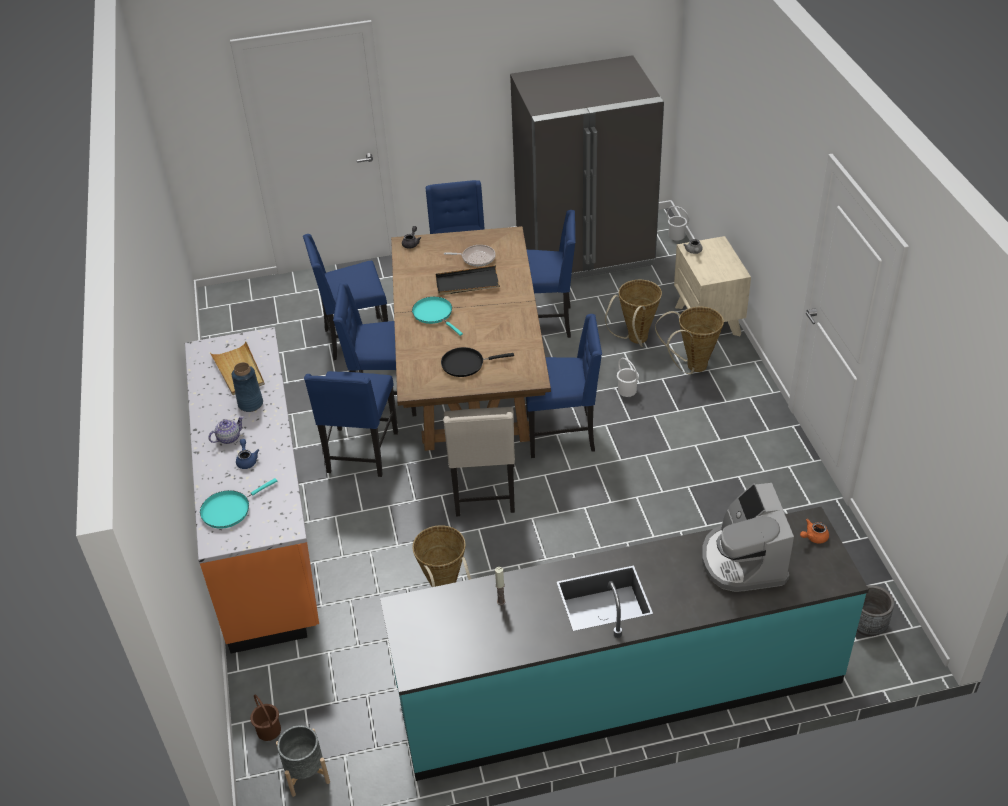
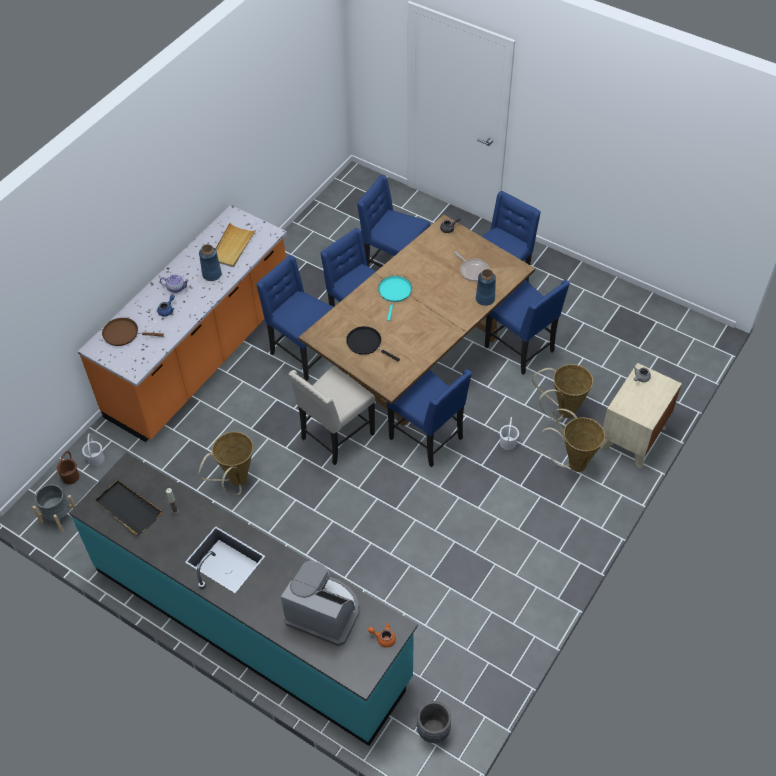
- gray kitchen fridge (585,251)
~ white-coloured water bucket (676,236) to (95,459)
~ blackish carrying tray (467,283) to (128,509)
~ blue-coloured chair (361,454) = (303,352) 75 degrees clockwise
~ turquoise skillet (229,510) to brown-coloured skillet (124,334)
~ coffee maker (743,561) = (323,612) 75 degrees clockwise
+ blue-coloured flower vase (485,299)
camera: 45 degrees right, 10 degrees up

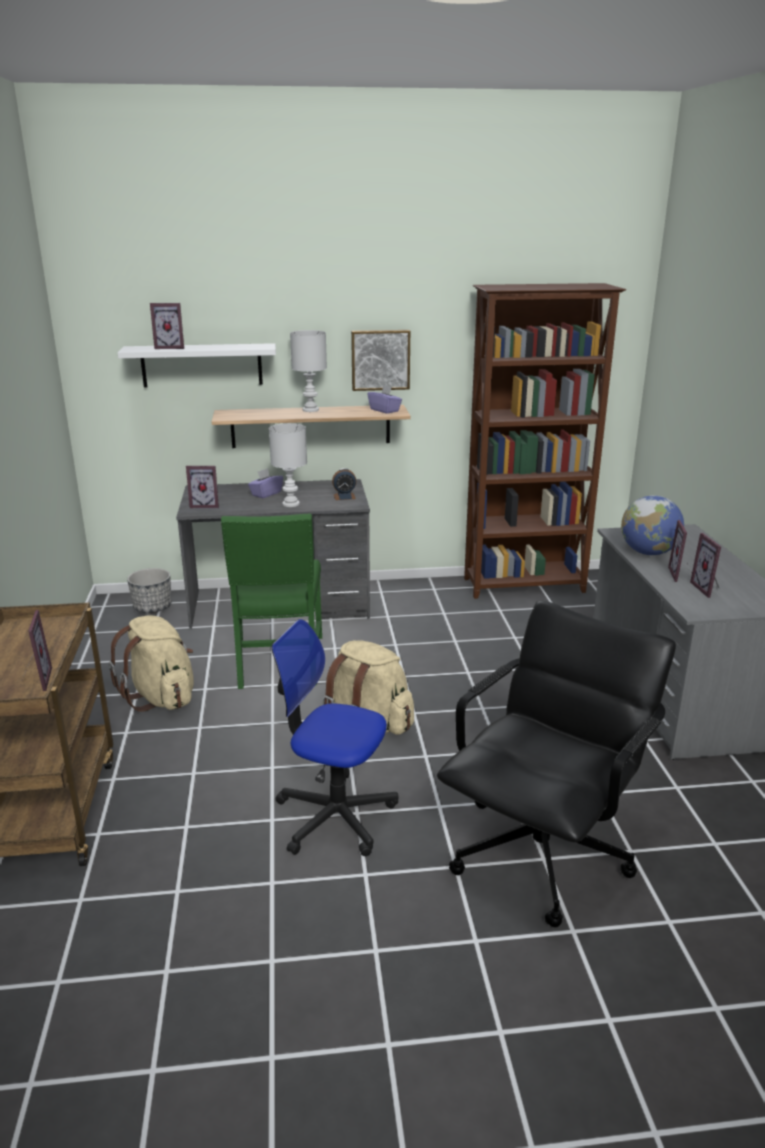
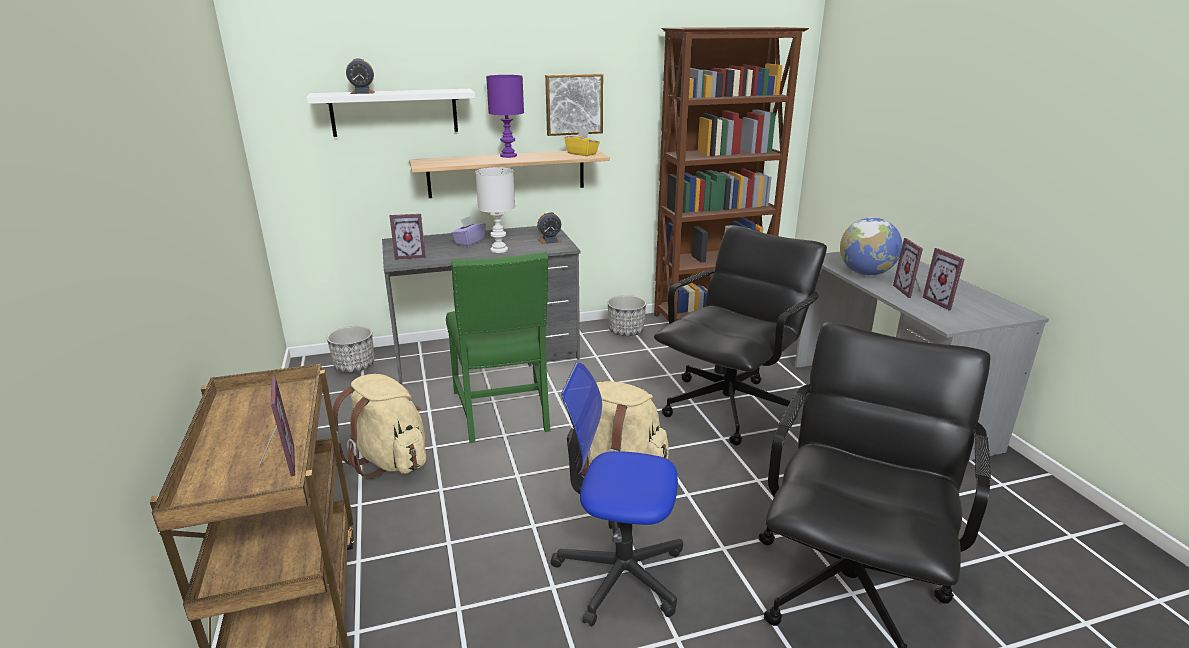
~ standing frame (170,347) to alarm clock (362,92)
~ white-coloured table lamp (310,410) to purple table lamp (508,156)
~ purple tissue holder (385,410) to yellow-coloured tissue holder (582,154)
+ blackish computer chair (729,407)
+ planter (626,332)
camera: 10 degrees left, 0 degrees up

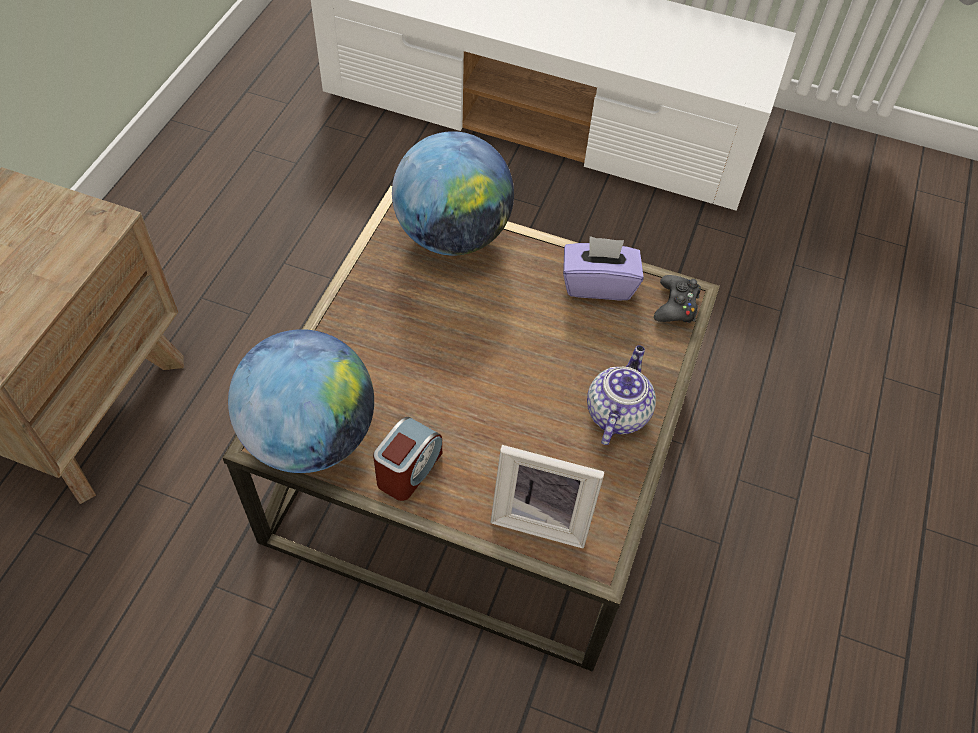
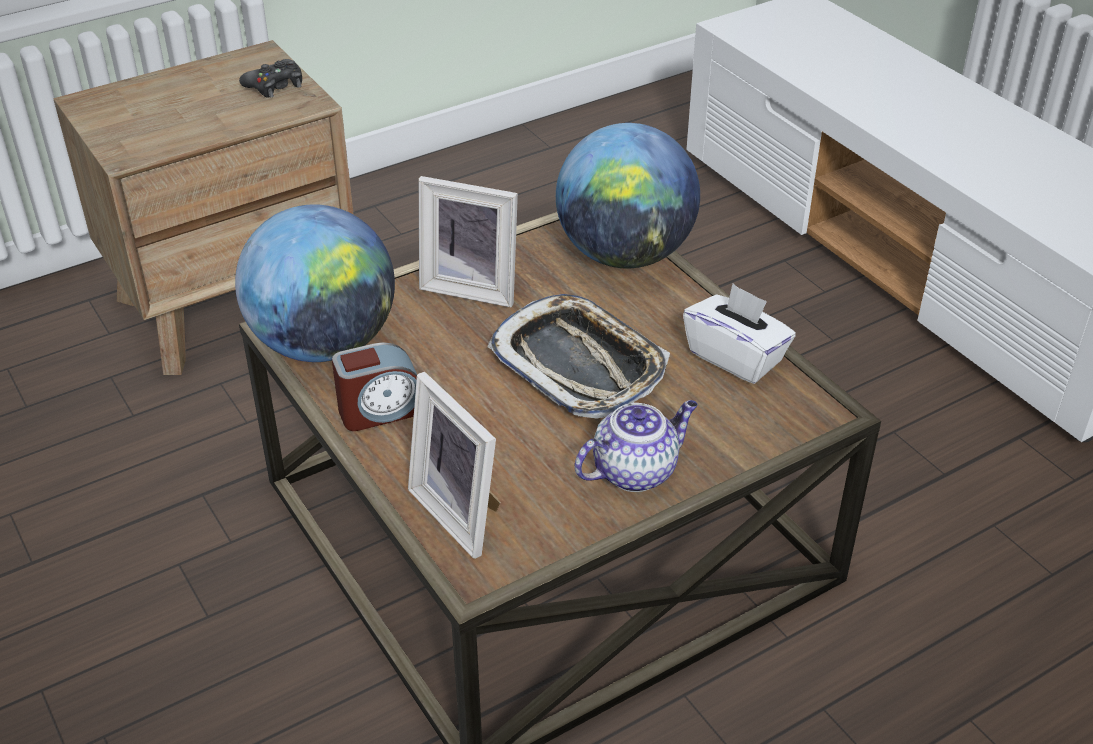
~ purple tissue holder (598,284) to white-coloured tissue holder (736,357)
~ blackish joypad (676,305) to (275,85)
+ standing frame (472,286)
+ carrying tray (579,364)
camera: 40 degrees right, 15 degrees down

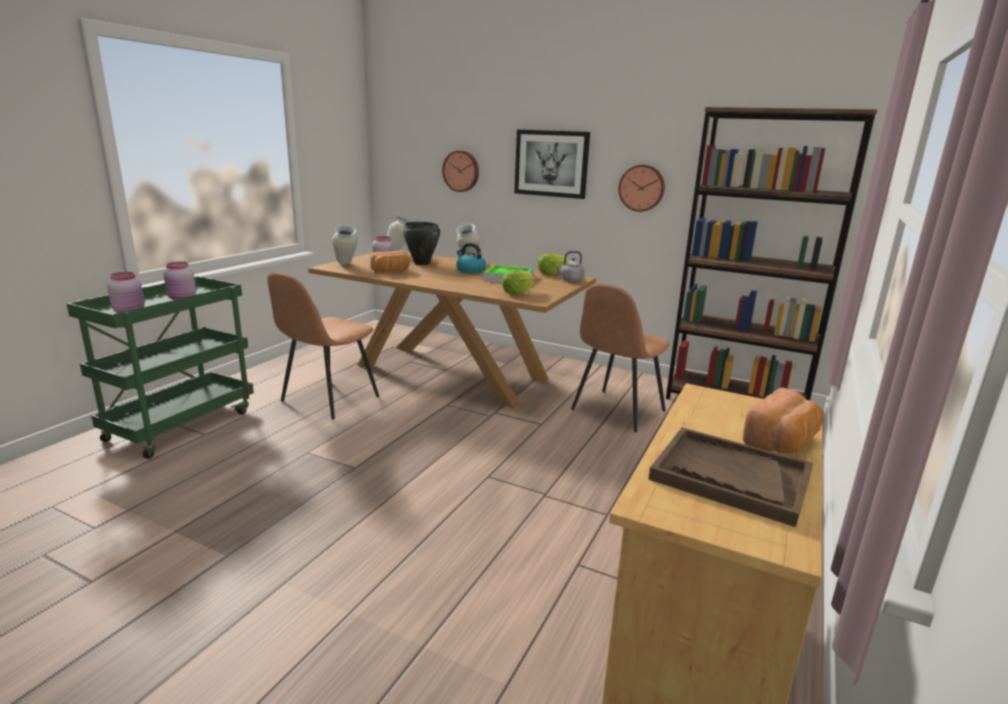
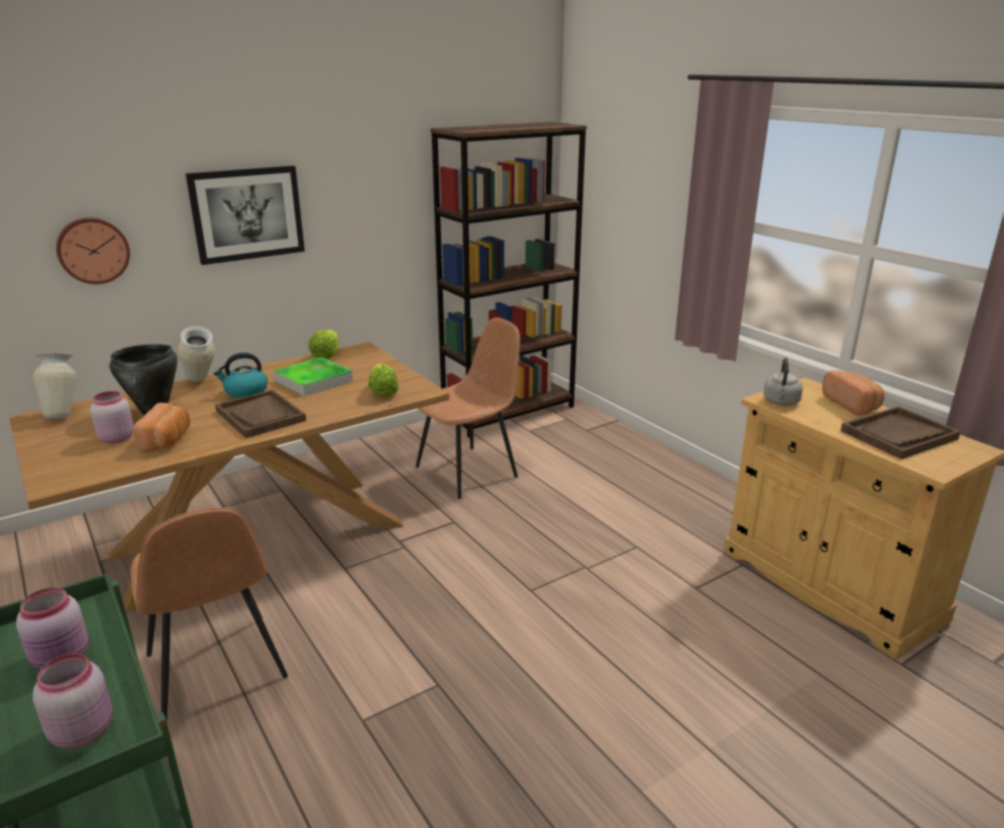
- hanging clock (642,188)
- flower vase (346,266)
~ gray water kettle (570,280) to (781,403)
~ brown-coloured chair (616,411) = (468,471) 105 degrees counterclockwise
+ brown-coloured carrying tray (261,416)
camera: 60 degrees left, 5 degrees up

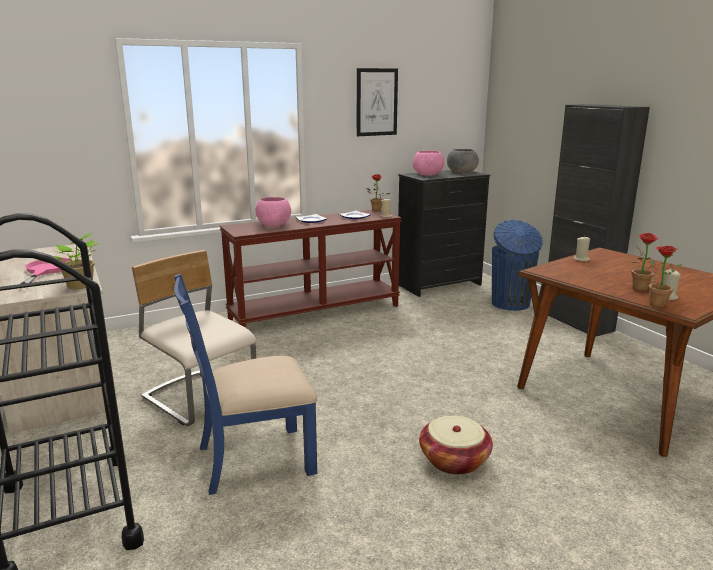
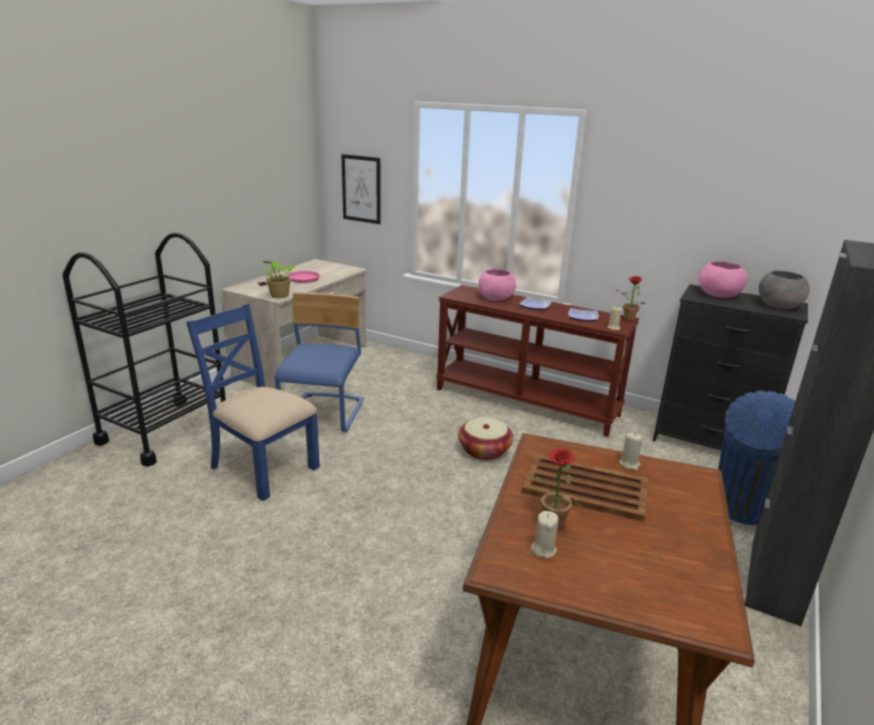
~ picture (376,102) to (361,189)
- plant in a pot (654,304)
~ sand-coloured chair (200,398) to blue-coloured chair (324,414)
~ basket (454,460) to (484,450)
+ brown-coloured carrying tray (584,487)
camera: 55 degrees right, 5 degrees up

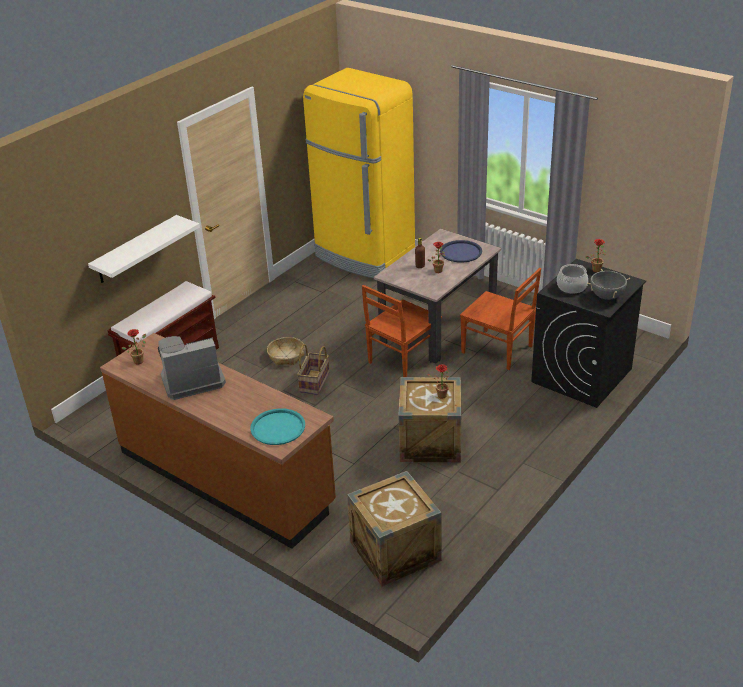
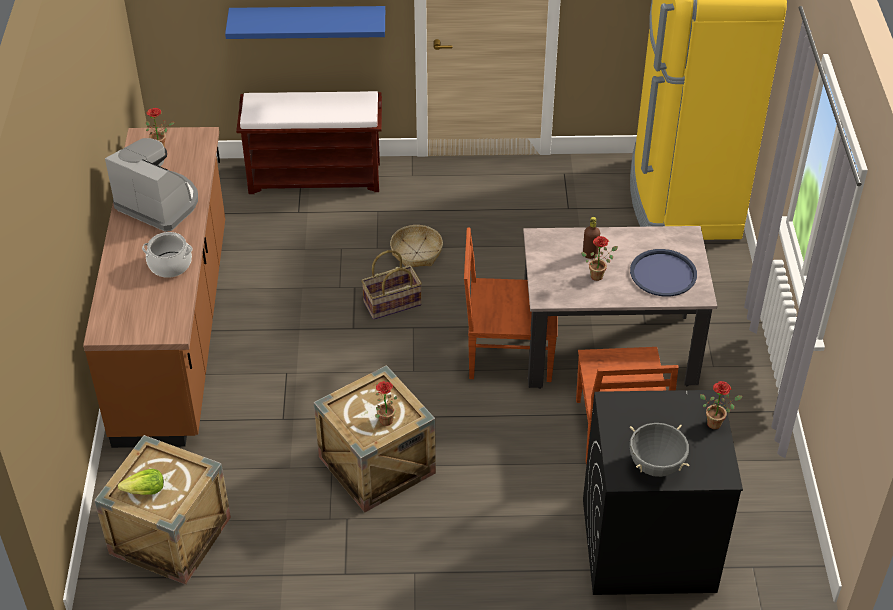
~ white-coloured shelf (136,249) to blue-coloured shelf (308,21)
~ cooking pot (572,287) to (170,265)
- turquoise carrying tray (278,427)
+ lettuce head (145,491)
camera: 50 degrees right, 10 degrees up

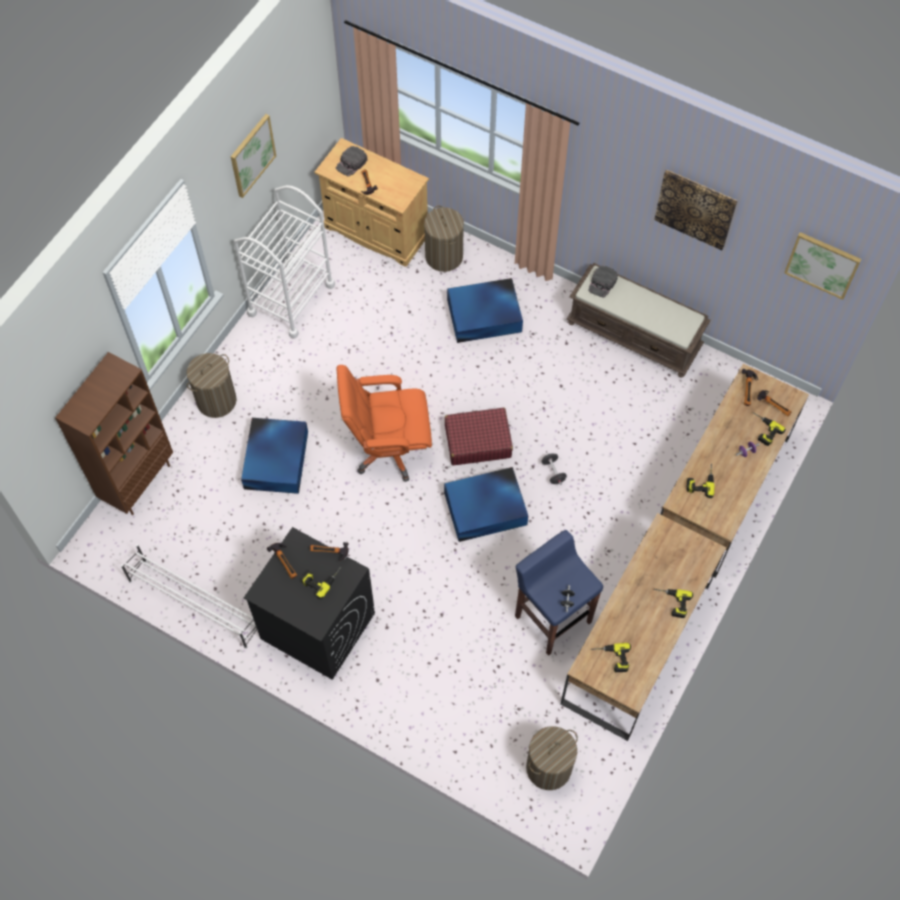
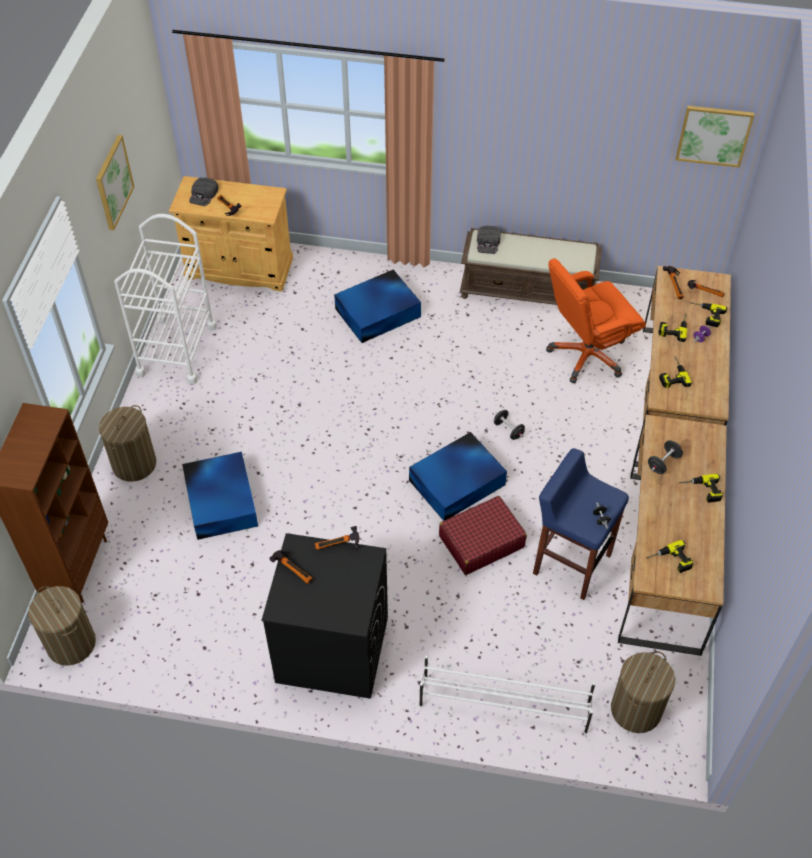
- picture (695,209)
~ hamper (444,256) to (71,643)
~ orange-coloured computer chair (389,449) to (587,355)
~ red-coloured suitcase (477,441) to (481,541)
~ white-coloured shoe stand (194,603) to (503,705)
~ electric drill (321,578) to (673,327)
+ blackish free weight (663,463)
camera: 20 degrees left, 10 degrees down

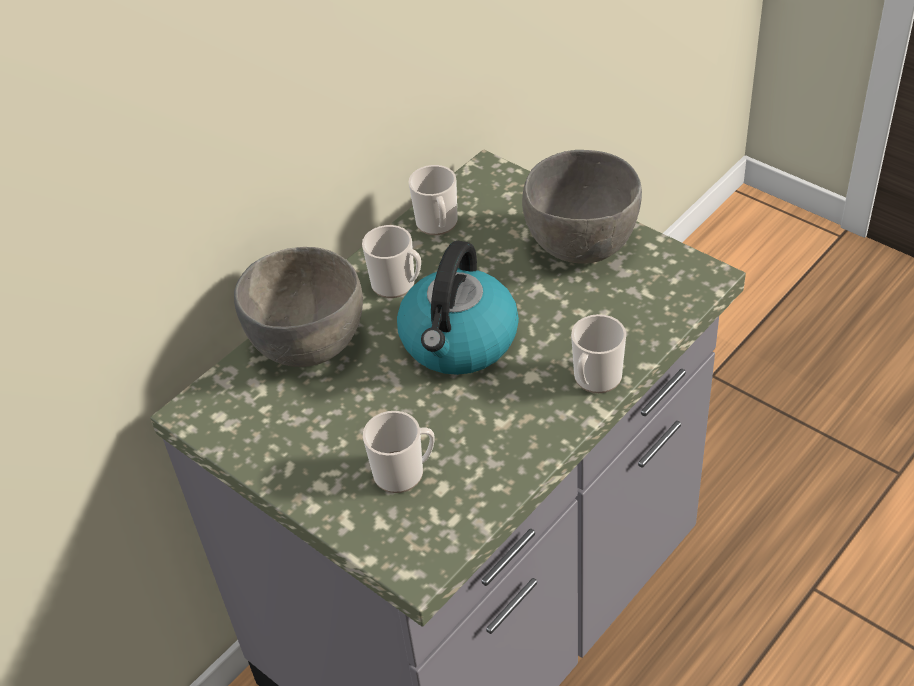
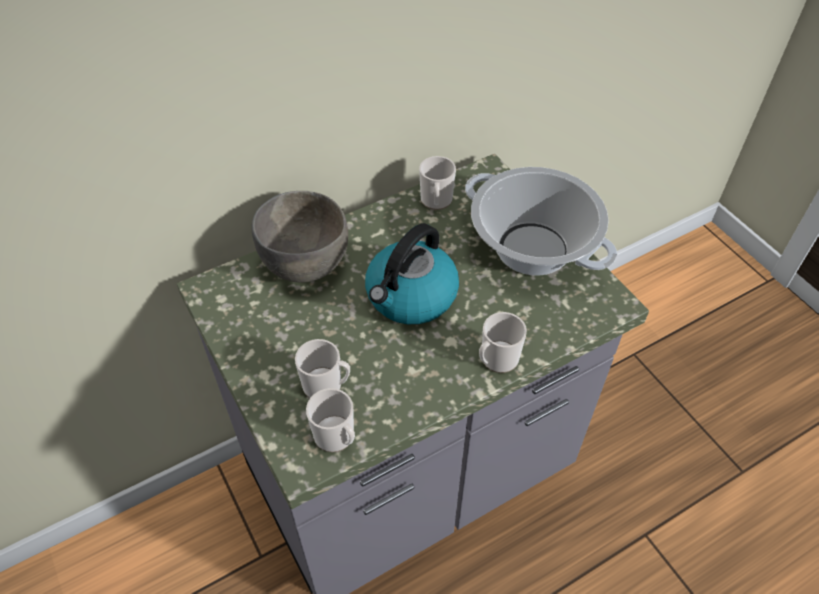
~ gray serving bowl (580,245) to cooking pot (532,249)
~ tea mug (397,284) to (337,438)
camera: 15 degrees right, 5 degrees up

